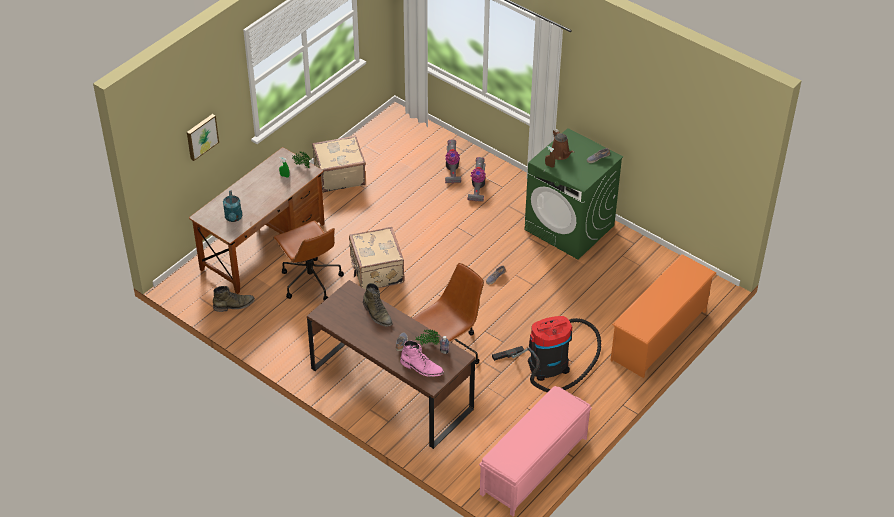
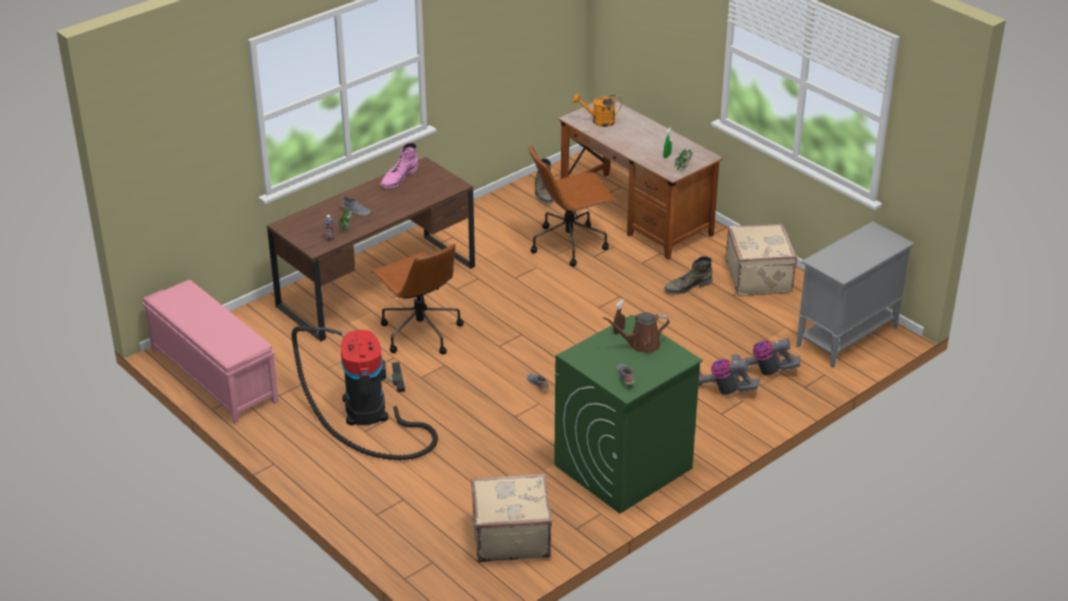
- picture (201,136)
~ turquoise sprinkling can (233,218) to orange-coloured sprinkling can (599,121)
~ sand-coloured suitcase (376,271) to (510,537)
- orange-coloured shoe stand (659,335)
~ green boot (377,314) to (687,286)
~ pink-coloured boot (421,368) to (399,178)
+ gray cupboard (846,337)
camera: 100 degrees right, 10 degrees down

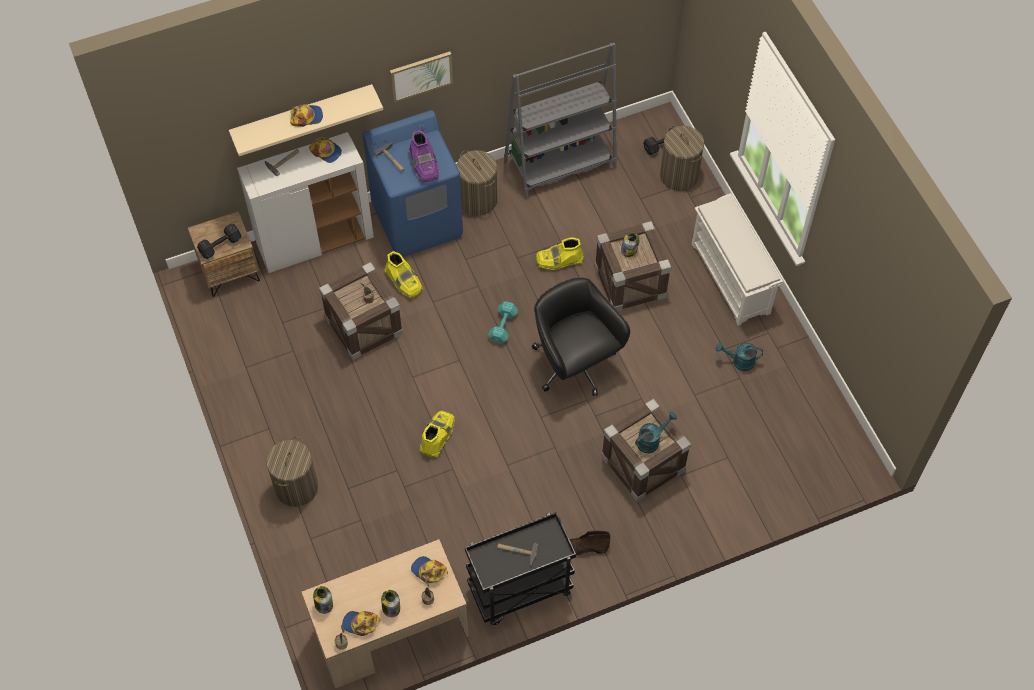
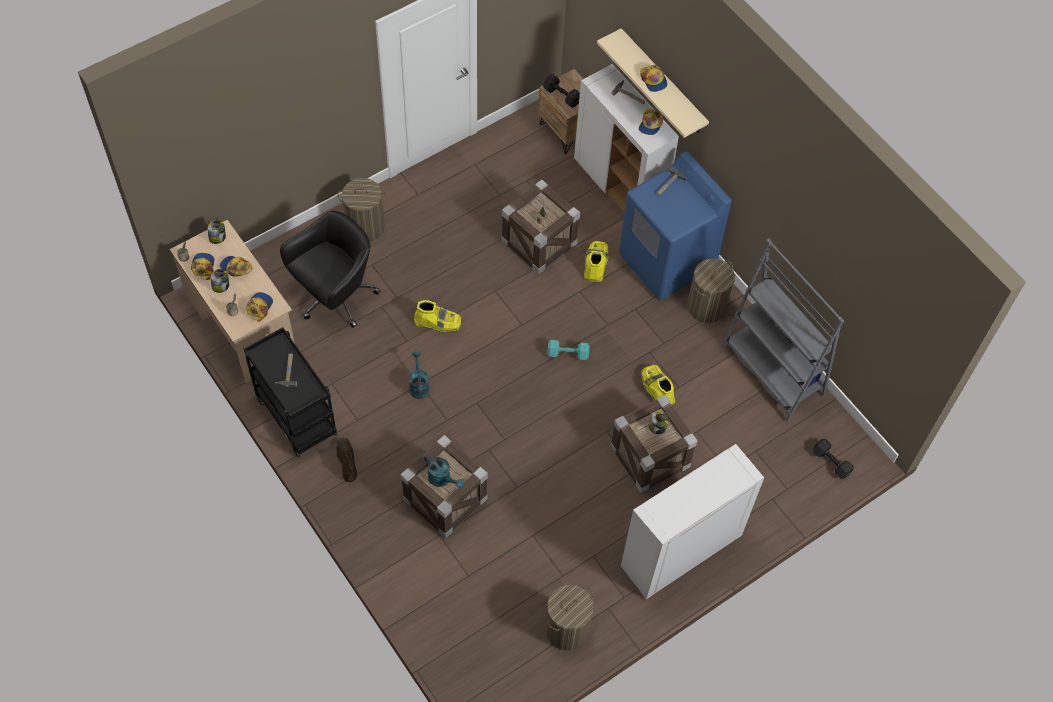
- picture (421,75)
~ hamper (679,176) to (566,629)
- purple boot (424,165)
~ white-coloured shoe stand (731,279) to white-coloured cupboard (681,552)
~ yellow-coloured boot (404,281) = (595,264) 150 degrees clockwise
~ blackish computer chair (574,365) to (335,297)
~ turquoise sprinkling can (739,361) to (418,385)
+ peaked cap (235,267)
camera: 75 degrees right, 0 degrees up

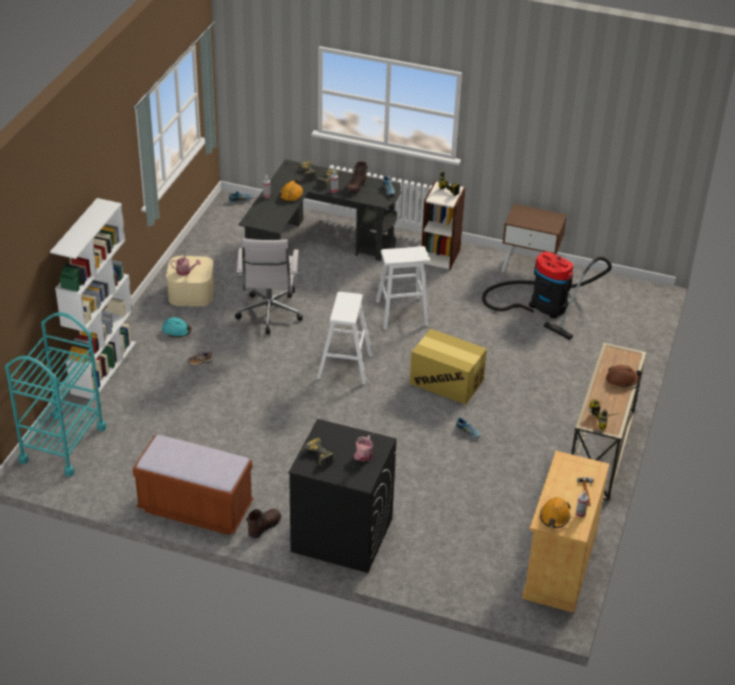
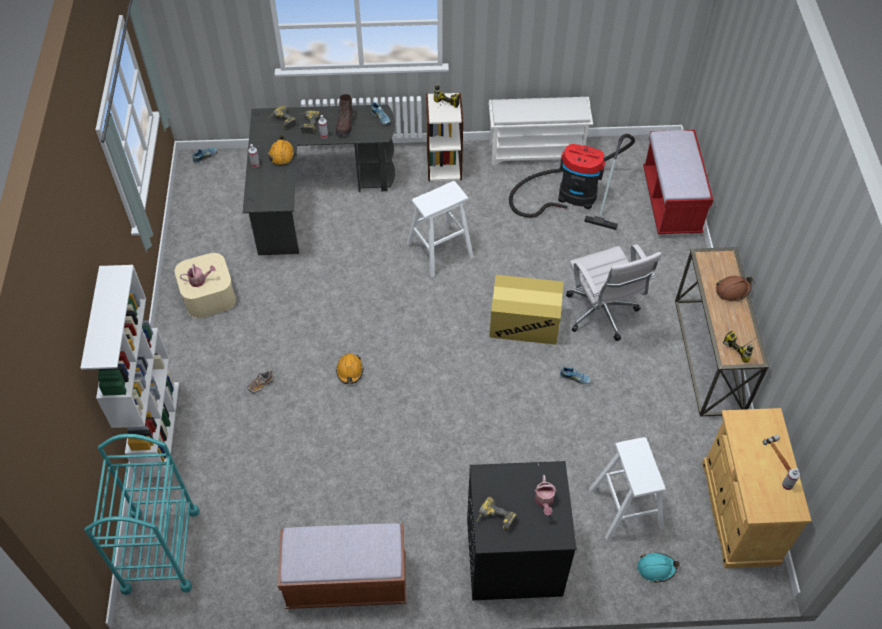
~ brown-coloured nightstand (530,266) to white-coloured shoe stand (536,151)
~ white-coloured computer chair (269,315) to (602,315)
~ white-coloured stool (345,366) to (625,507)
~ turquoise safety helmet (177,331) to (656,568)
~ orange-coloured safety helmet (554,517) to (350,371)
- brown-coloured boot (264,526)
+ red-coloured long seat (671,202)
camera: 20 degrees left, 15 degrees up

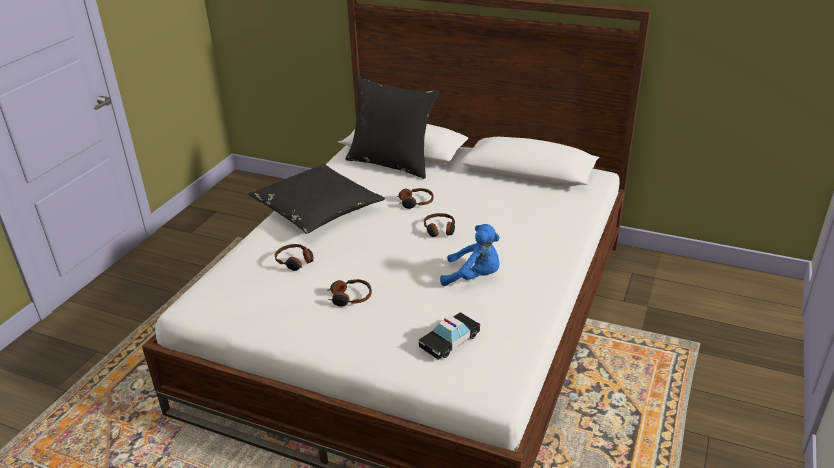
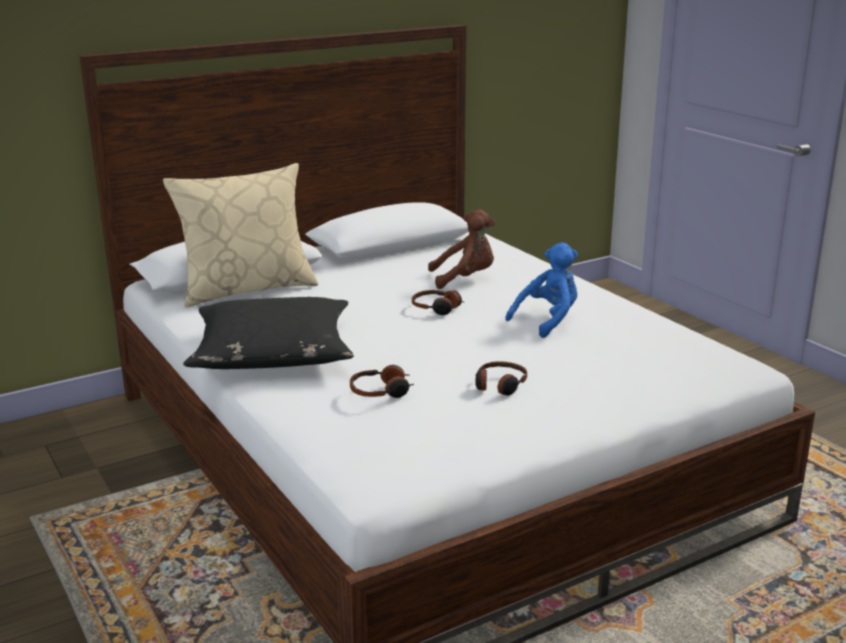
~ blackish cushion (392,163) to sand-coloured cushion (247,289)
- pair of headphones (415,202)
- miniature car (449,341)
+ brown-coloured plush toy (465,279)
camera: 55 degrees left, 10 degrees down

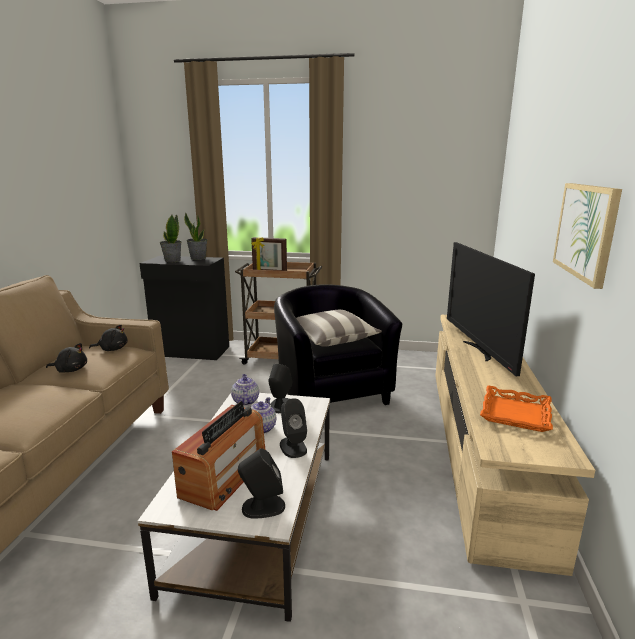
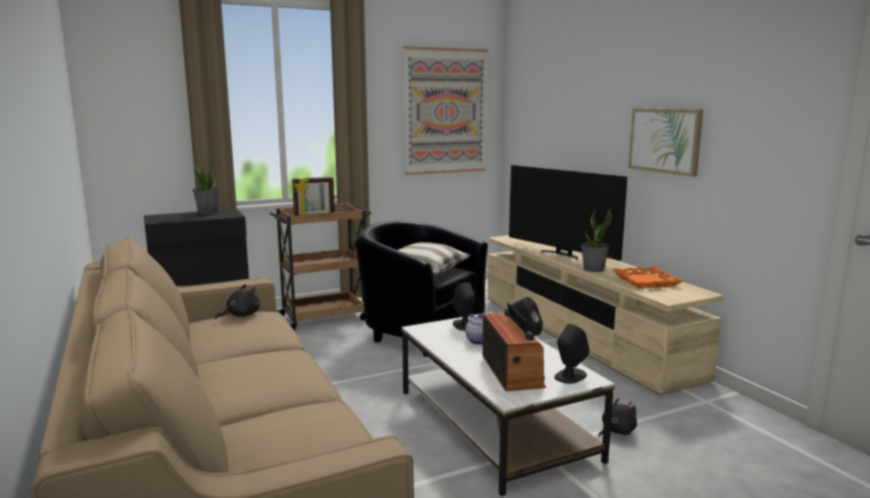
~ plant in a pot (172,261) to (593,269)
~ blackish plush toy (70,370) to (616,431)
- teapot (245,401)
+ picture (445,111)
camera: 35 degrees left, 5 degrees down

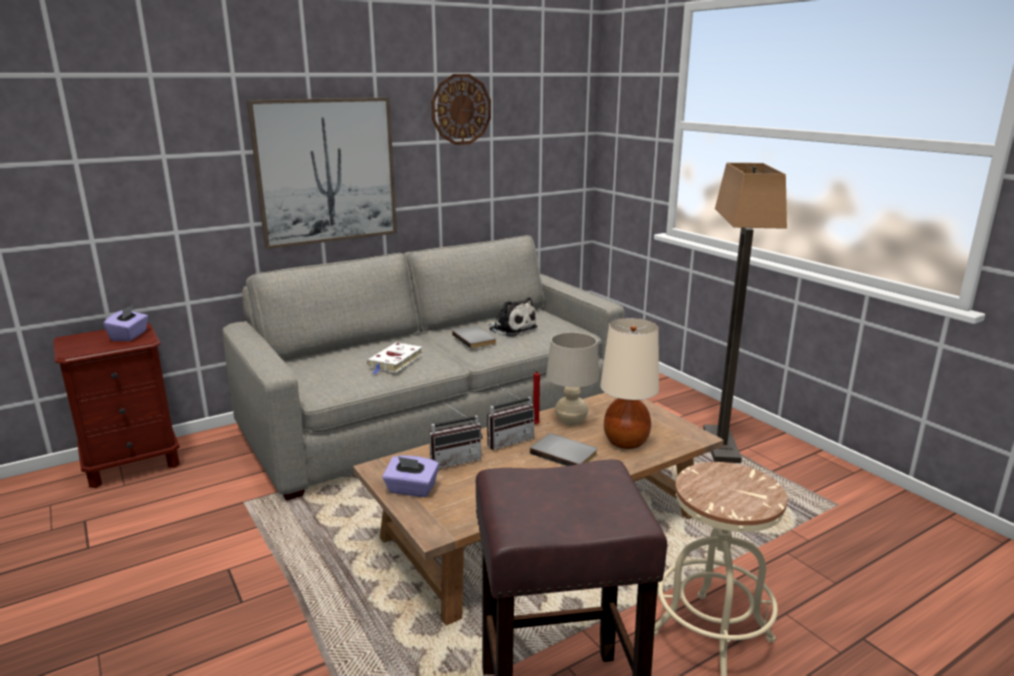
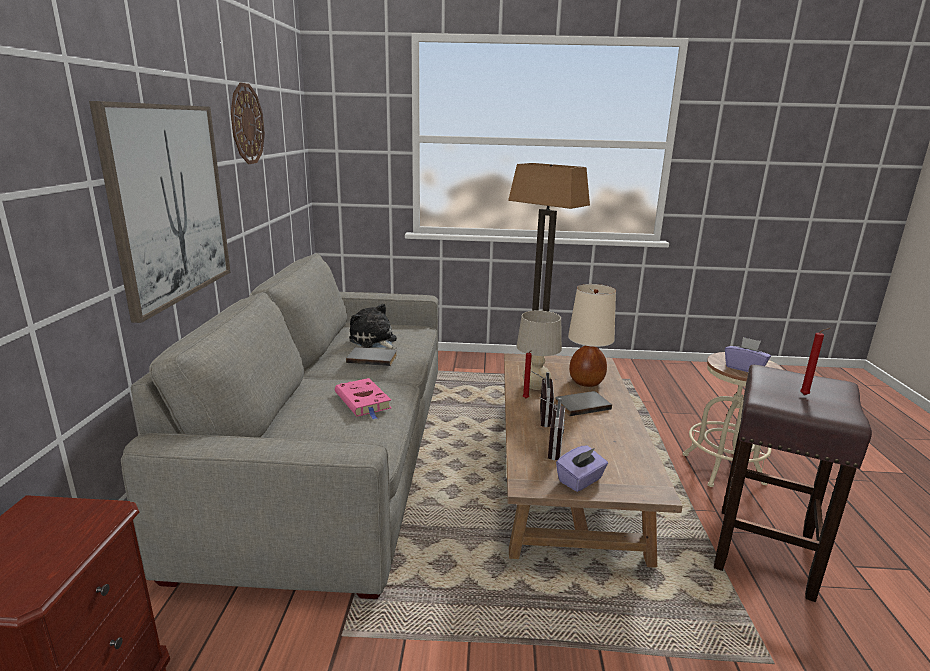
~ plush toy (511,328) = (374,341) 120 degrees counterclockwise
~ purple tissue holder (129,336) to (744,368)
~ white-coloured book (395,362) to pink-coloured book (364,402)
+ red-coloured wax candle (806,395)
camera: 55 degrees left, 0 degrees up

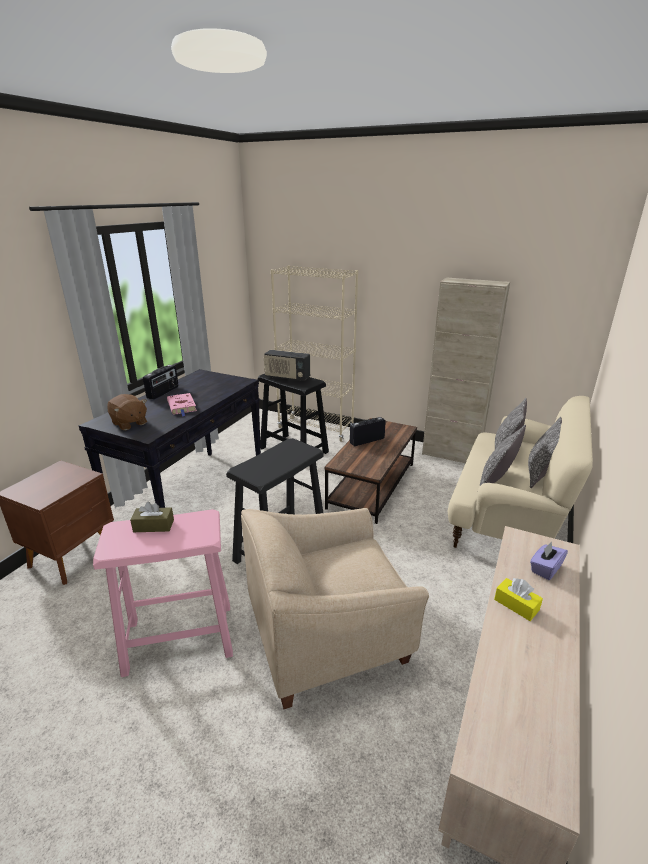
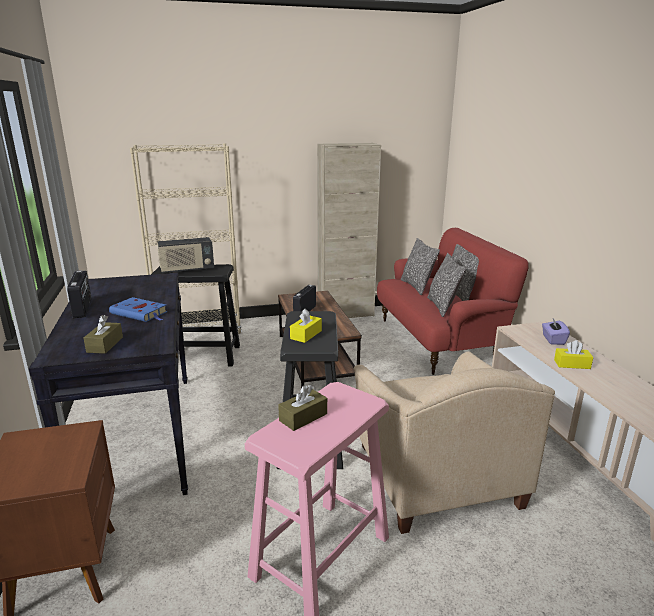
~ pink-coloured book (182,406) to blue-coloured book (140,313)
~ brown-coloured plush toy (129,423) to brown-coloured tissue holder (105,345)
~ sand-coloured sofa (507,516) to red-coloured sofa (437,341)
~ sand-coloured armchair (327,634) = (434,475) 45 degrees counterclockwise
+ yellow-coloured tissue holder (306,335)
camera: 40 degrees left, 5 degrees down

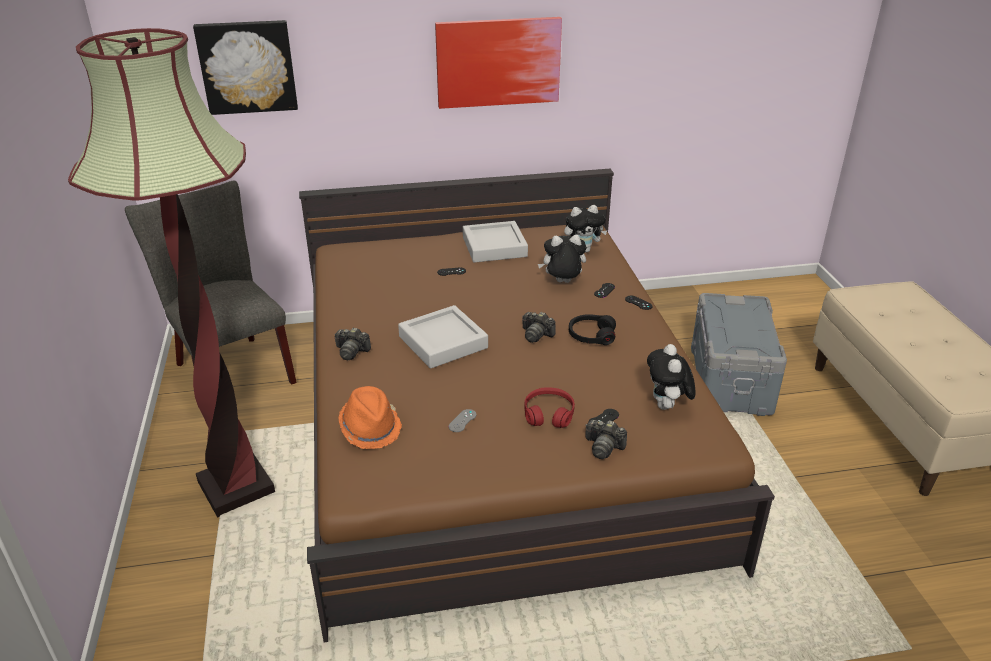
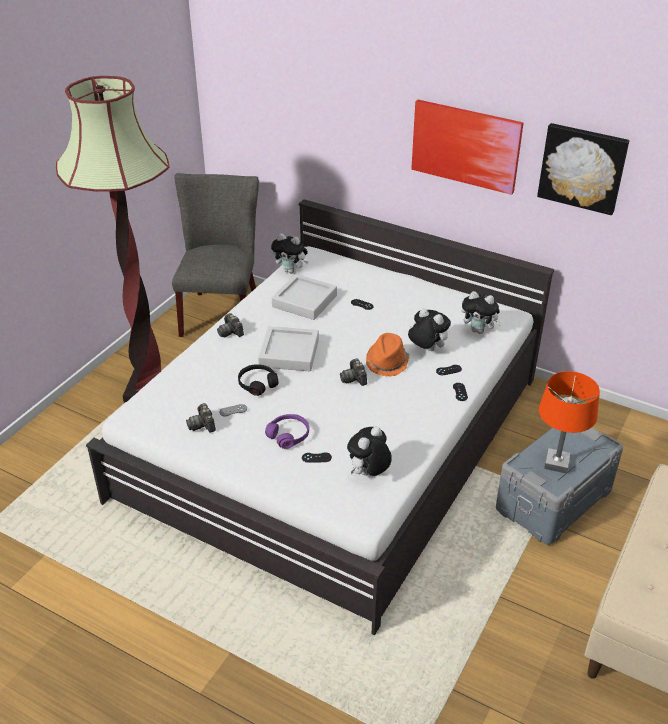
~ picture (247,66) to (582,167)
~ brown-coloured bedroom bed (495,426) to white-coloured bedroom bed (335,437)
~ gray carrying tray (494,247) to (304,301)
~ blackish pair of headphones (591,335) to (257,383)
~ orange-coloured hat (370,428) to (387,362)
~ red-coloured pair of headphones (549,414) to purple pair of headphones (288,435)
~ still camera (603,447) to (202,425)
+ plush toy (291,271)
+ orange-coloured table lamp (557,463)
camera: 40 degrees right, 5 degrees up

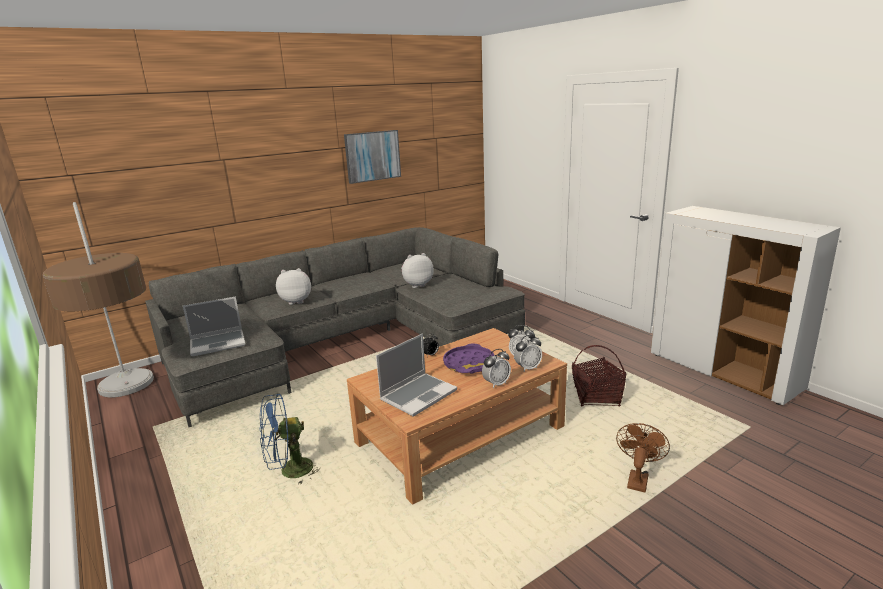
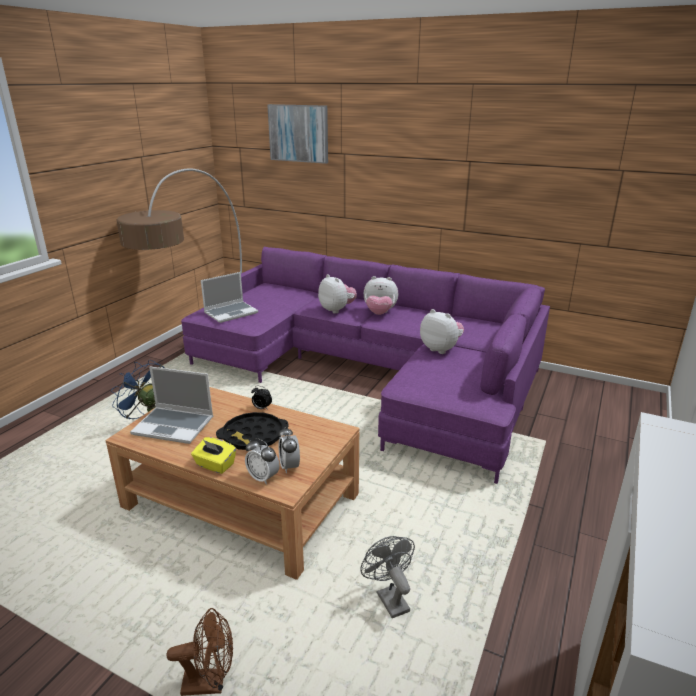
~ picture (372,156) to (298,133)
~ gray sofa (345,341) to purple sofa (372,372)
~ portable computer (218,343) = (231,312) 75 degrees counterclockwise
~ purple carrying tray (469,364) to blackish carrying tray (253,436)
~ basket (597,397) to gray electric fan (389,598)
~ alarm clock (496,383) to yellow-coloured tissue holder (215,465)
+ plush toy (379,313)
camera: 60 degrees right, 5 degrees up

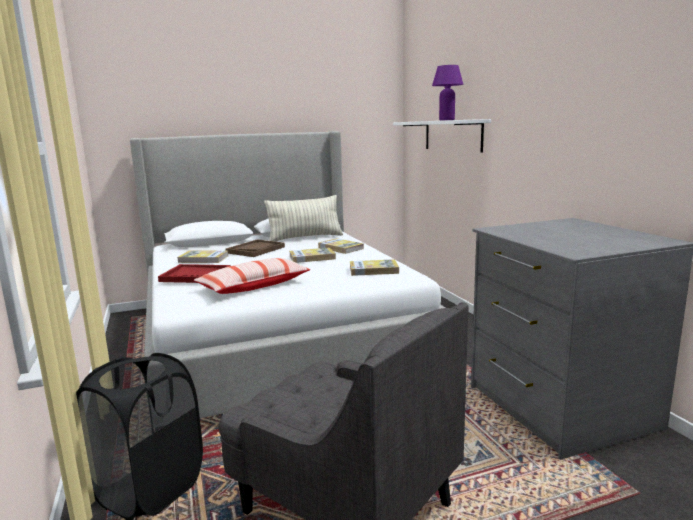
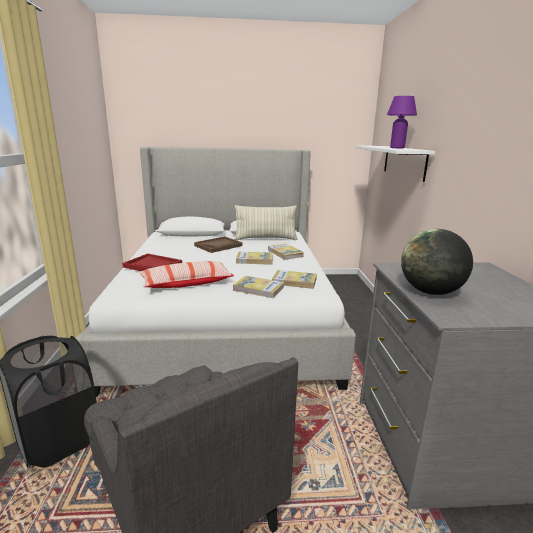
~ book (203,259) to (258,289)
+ world globe (430,292)
camera: 15 degrees right, 5 degrees up

